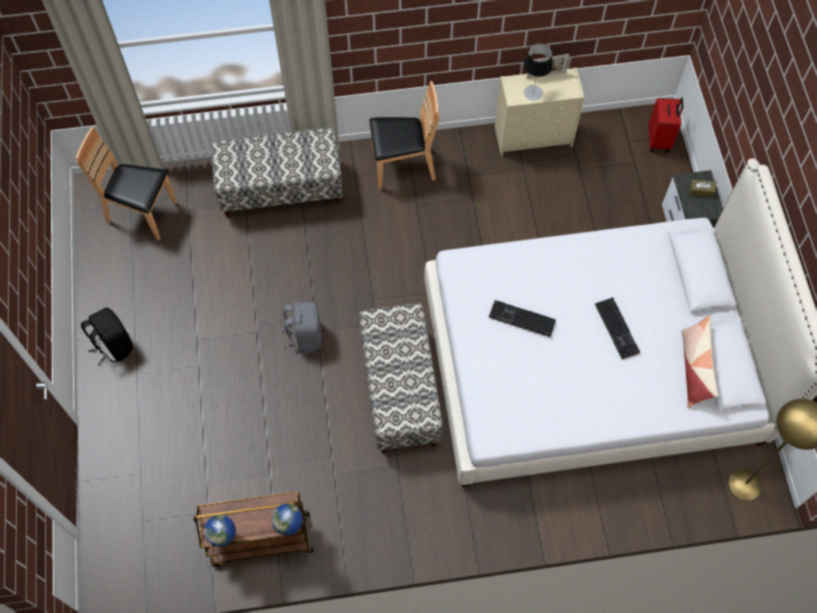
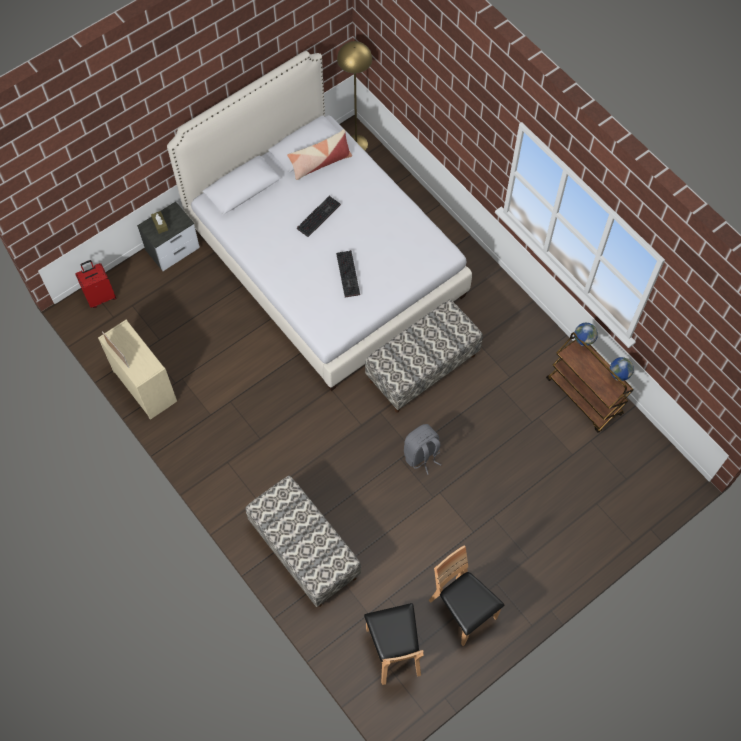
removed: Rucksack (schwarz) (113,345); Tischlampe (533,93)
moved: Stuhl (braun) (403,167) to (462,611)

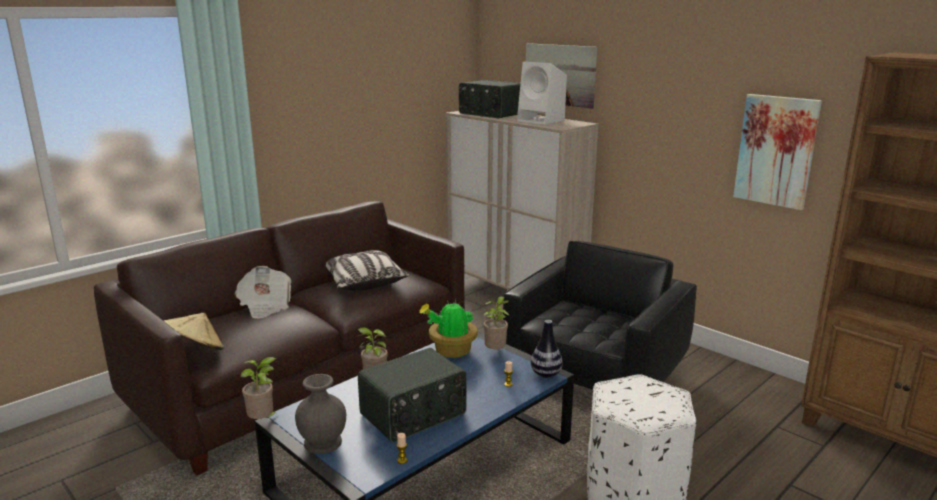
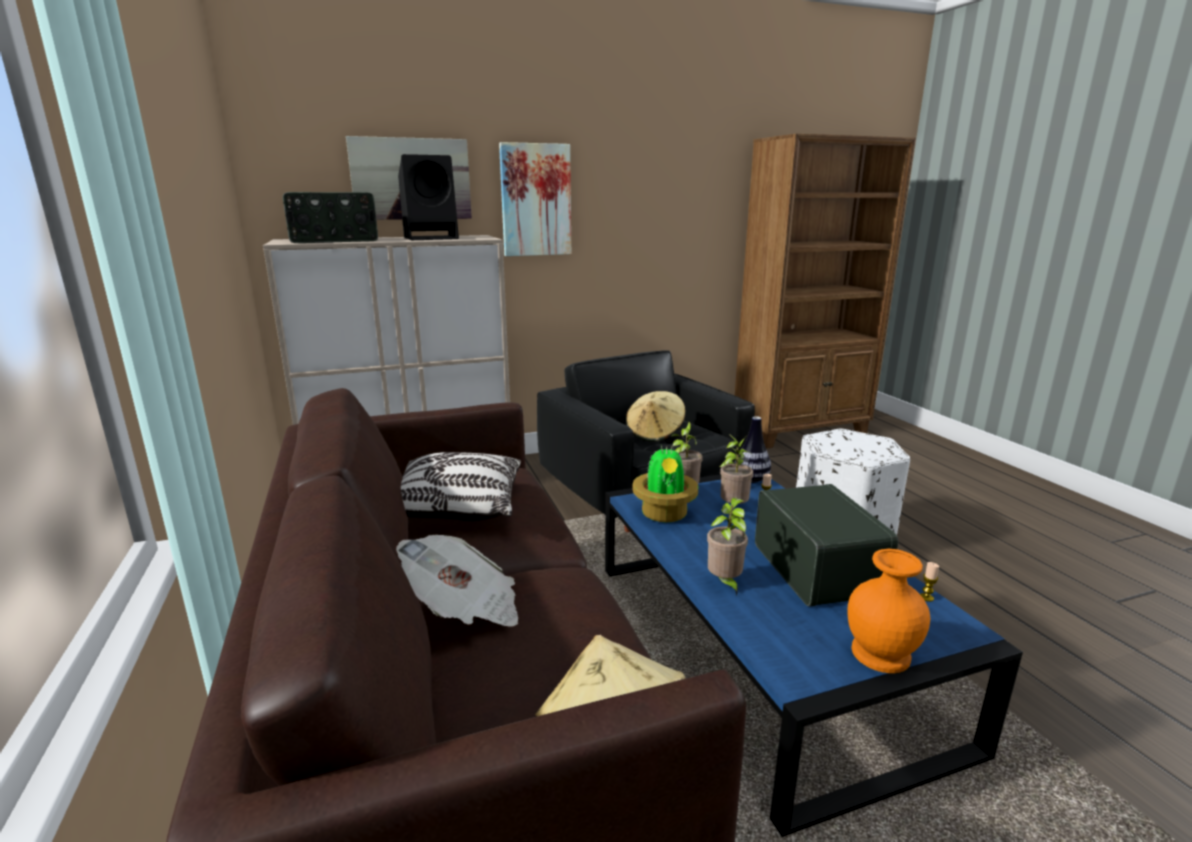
added: Hut (beige) (655,433)
moved: Topfpflanze (263,421) to (733,507); Bild (776,151) to (535,200)
recoloured: Vase (grau) (324,443) to Vase (orange) (881,653); Lautsprecher (weiß) (542,121) to Lautsprecher (schwarz) (432,238)

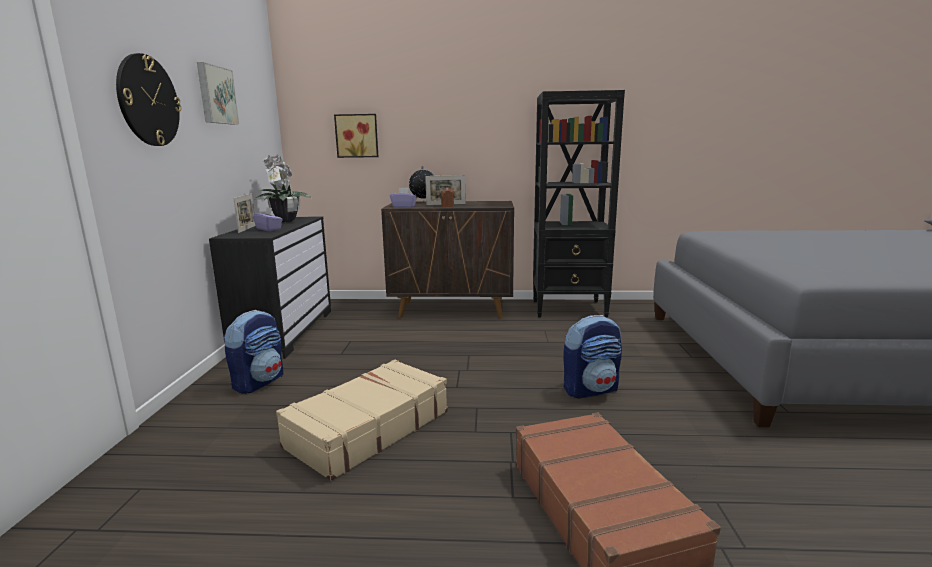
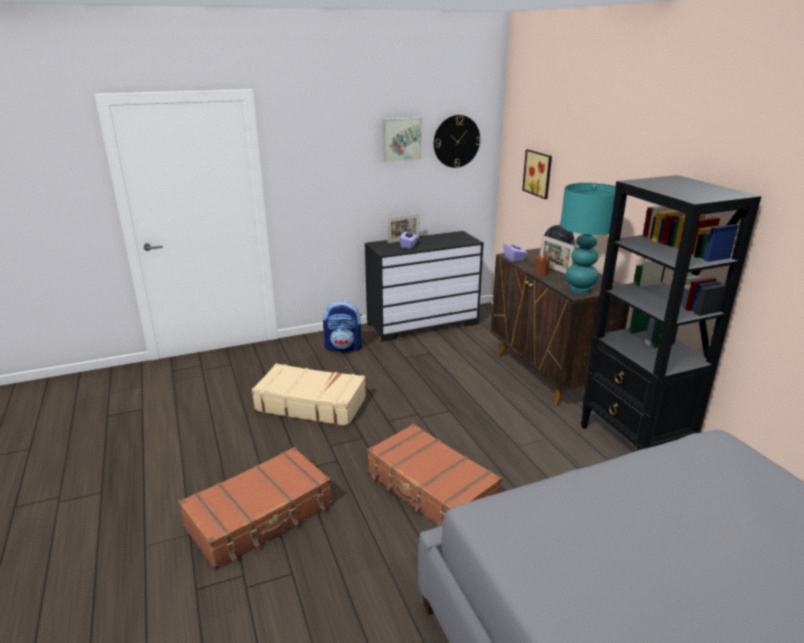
removed: Topfpflanze (285,221)
added: Tischlampe (türkis) (580,289)
moved: Wanduhr (148,101) to (456,141)
replaced: Rucksack (591,389) to Koffer (braun) (431,489)

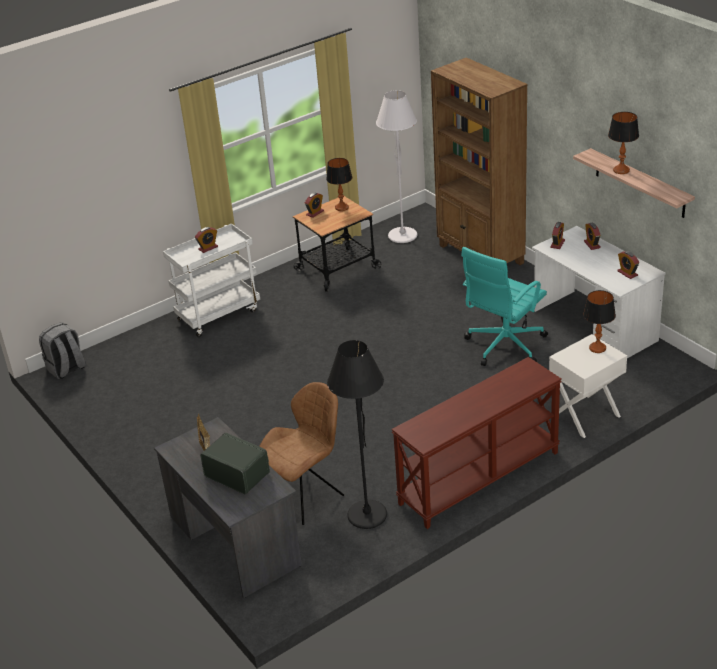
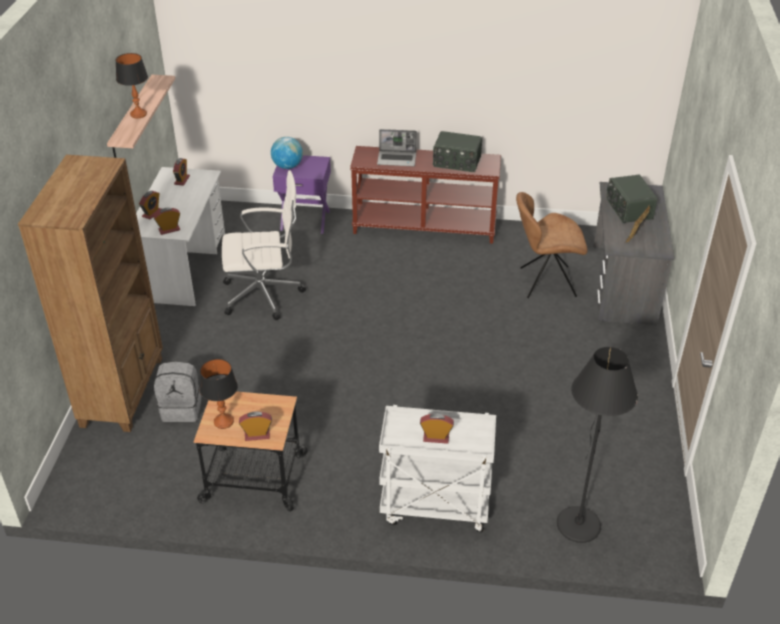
removed: Stehlampe (weiß) (402,236)
added: Laptop (397,159); Radio (456,162)
moved: Rucksack (grau) (67,369) to (182,409); Stehlampe (schwarz) (367,515) to (578,525)
replaced: Tischlampe (597,348) to Globus (287,166)
recoloured: Bürostuhl (türkis) (504,346) to Bürostuhl (weiß) (265,295); Nachttisch (weiß) (586,416) to Nachttisch (lila) (305,220)

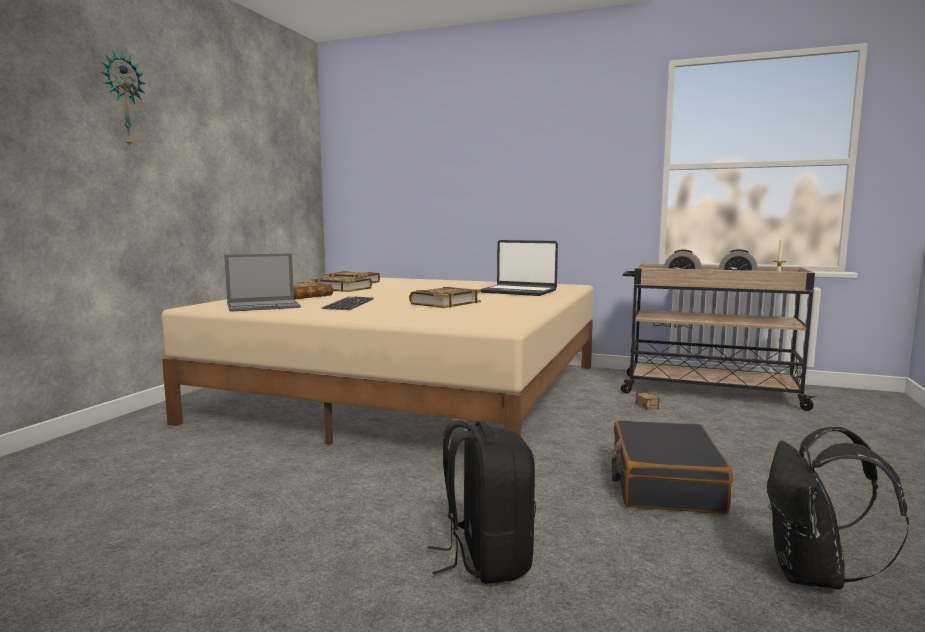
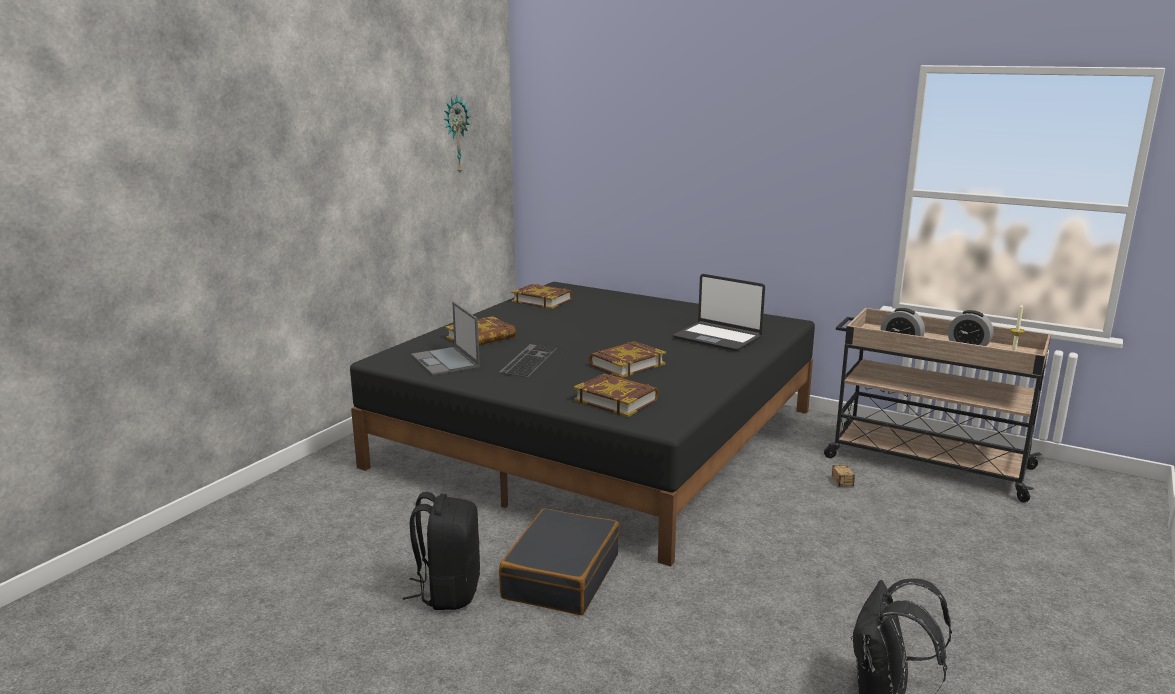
moved: Wanduhr (122,100) to (455,135); Buch (342,288) to (616,400); Rucksack (schwarz) (486,559) to (448,591); Koffer (schwarz) (664,483) to (560,576)
recoloured: Bett (beige) (414,391) to Bett (schwarz) (599,438)
turned: Laptop (264,306) = (445,361) 75 degrees clockwise

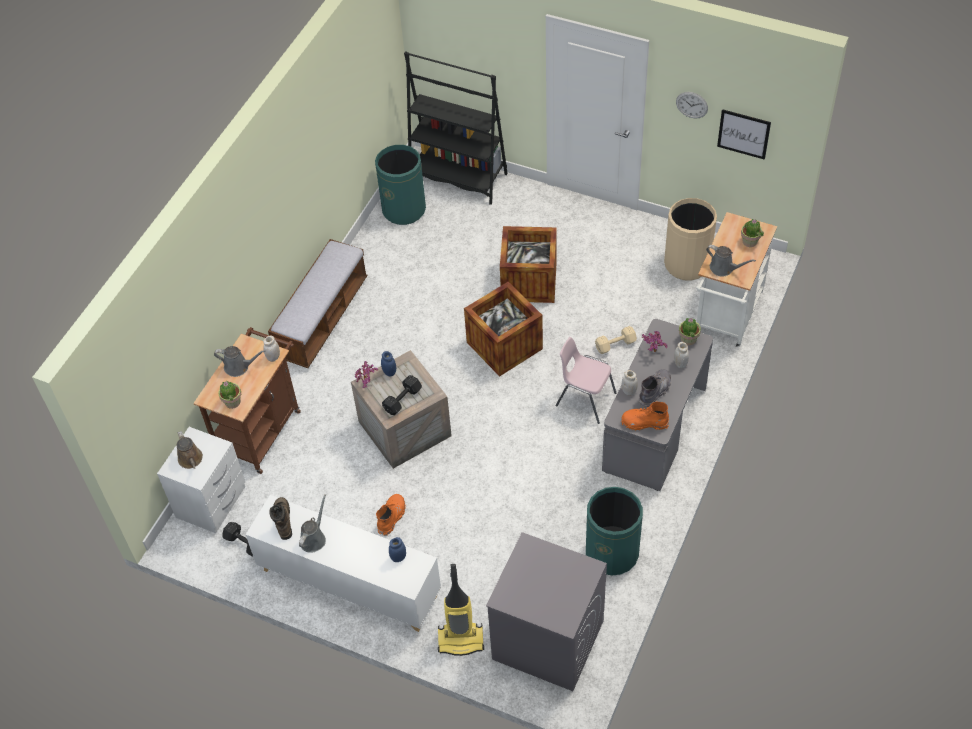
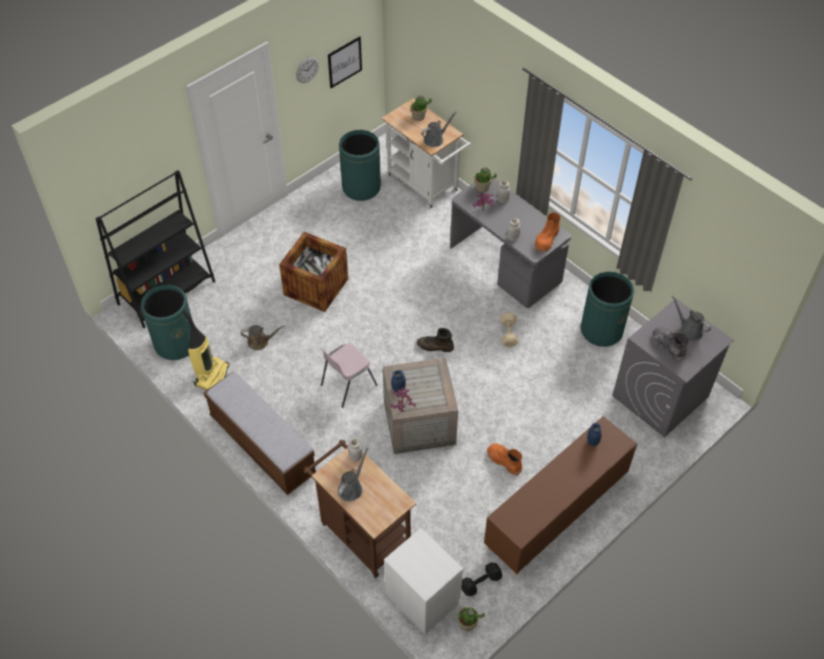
removed: Hantel (schwarz) (403,399); Kiste (504,345)
moved: Gießkanne (braun) (191,460) to (260,342); Topfpflanze (232,402) to (467,624); Stiefel (braun) (282,520) to (435,346); Gießkanne (grau) (314,538) to (689,330); Staubsauger (461,639) to (211,375); Stuhl (rosa) (585,399) to (347,385); Hantel (beige) (616,345) to (508,333); Stiefel (grau) (655,391) to (668,346)
recoloured: Schrank (weiß) (349,583) to Schrank (braun) (555,513); Mülleimer (beige) (687,264) to Mülleimer (grün) (361,187)

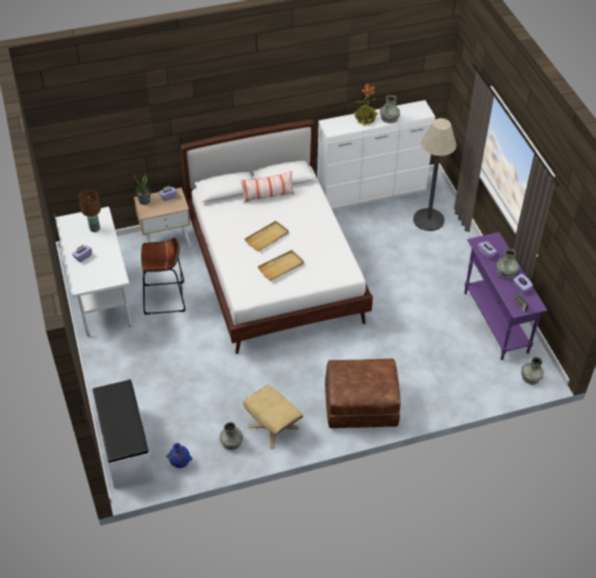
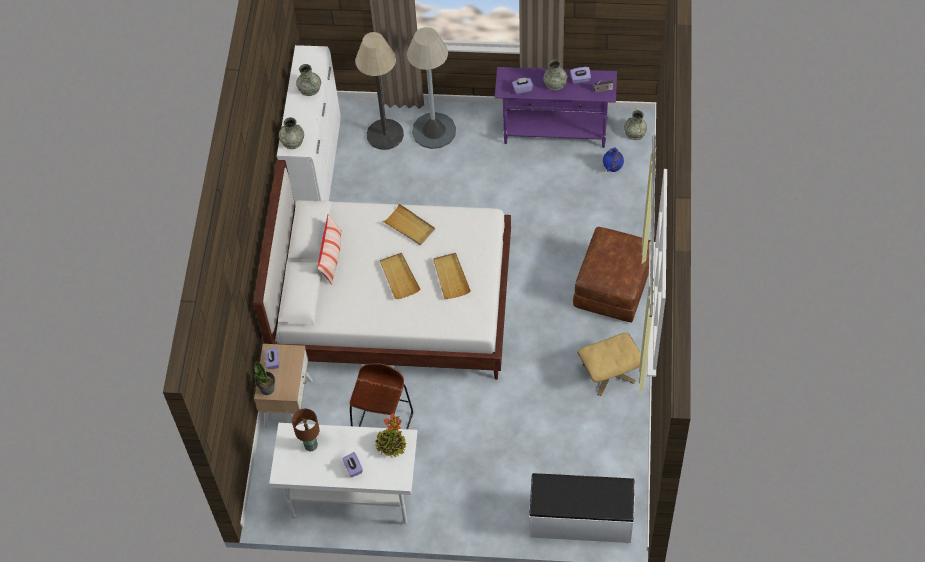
added: Tablett (beige) (409,226); Stehlampe (grau) (433,131)
moved: Vase (blau) (180,463) to (612,168); Vase (grau) (231,442) to (292,141); Topfpflanze (365,119) to (391,445)

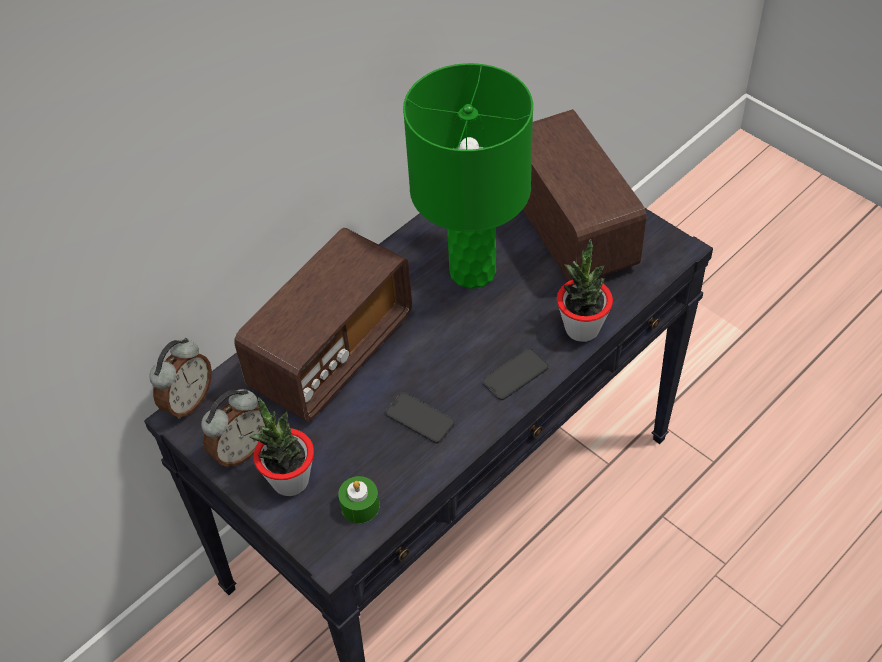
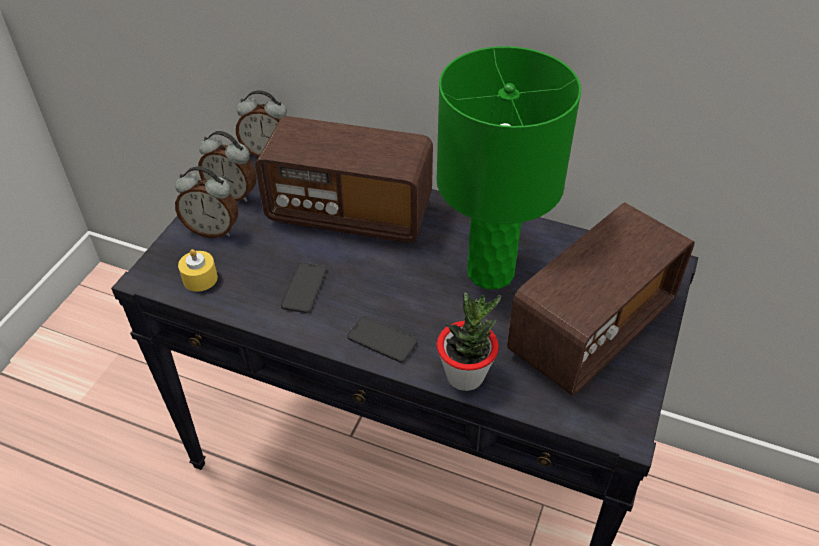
replaced: Topfpflanze (290,480) to Wecker (213,230)
recoloured: Kerze (grün) (360,506) to Kerze (gelb) (200,278)

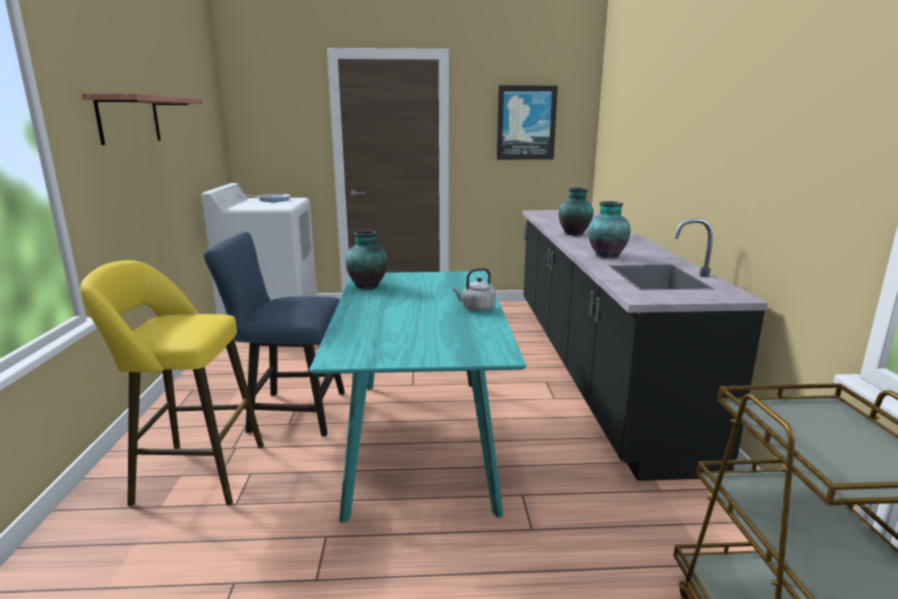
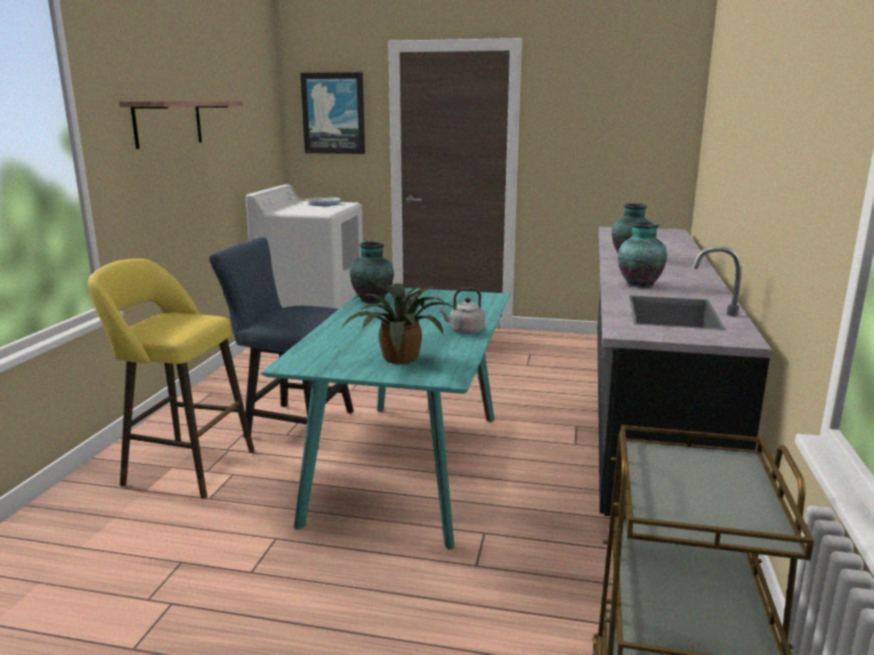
added: Topfpflanze (402,359)
moved: Bild (526,123) to (333,113)

